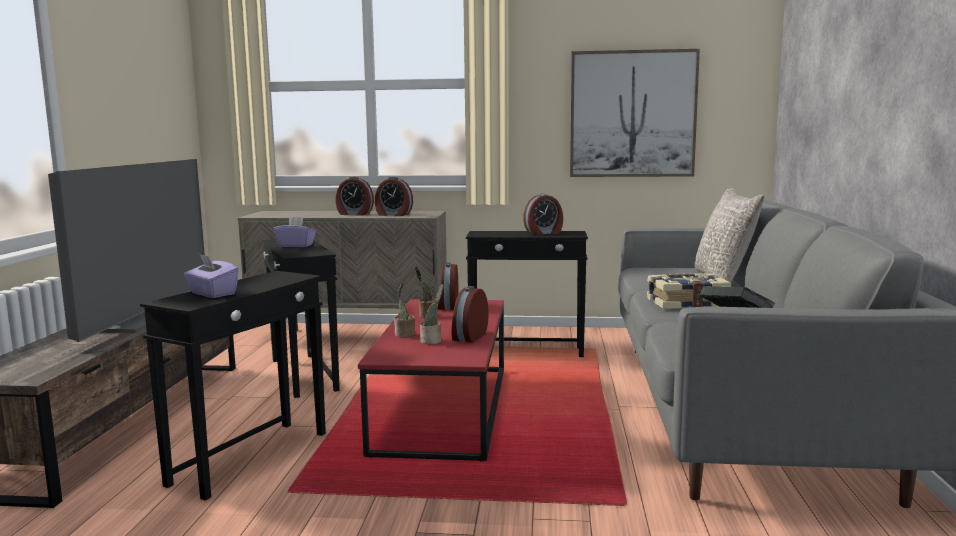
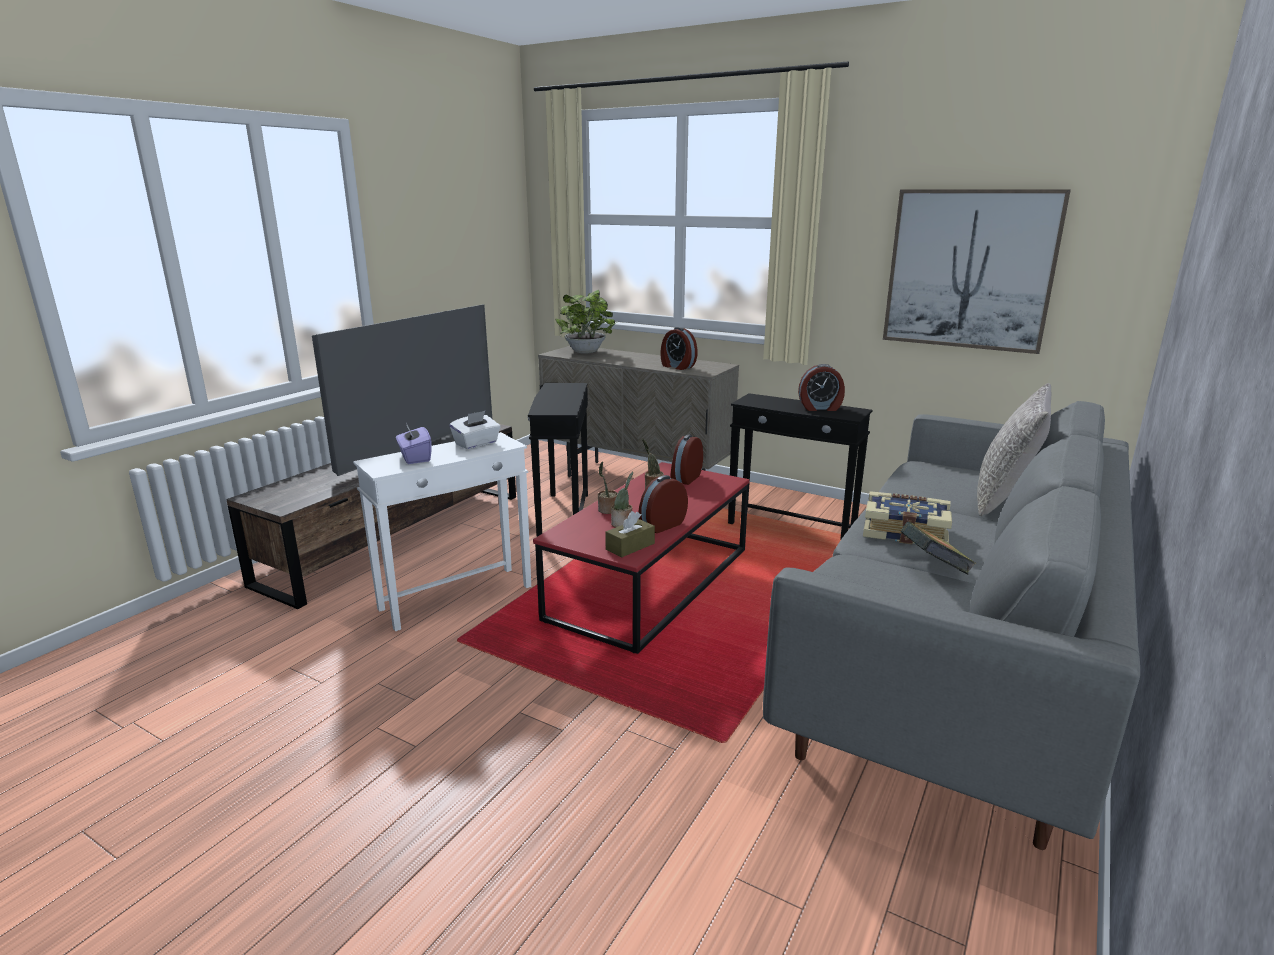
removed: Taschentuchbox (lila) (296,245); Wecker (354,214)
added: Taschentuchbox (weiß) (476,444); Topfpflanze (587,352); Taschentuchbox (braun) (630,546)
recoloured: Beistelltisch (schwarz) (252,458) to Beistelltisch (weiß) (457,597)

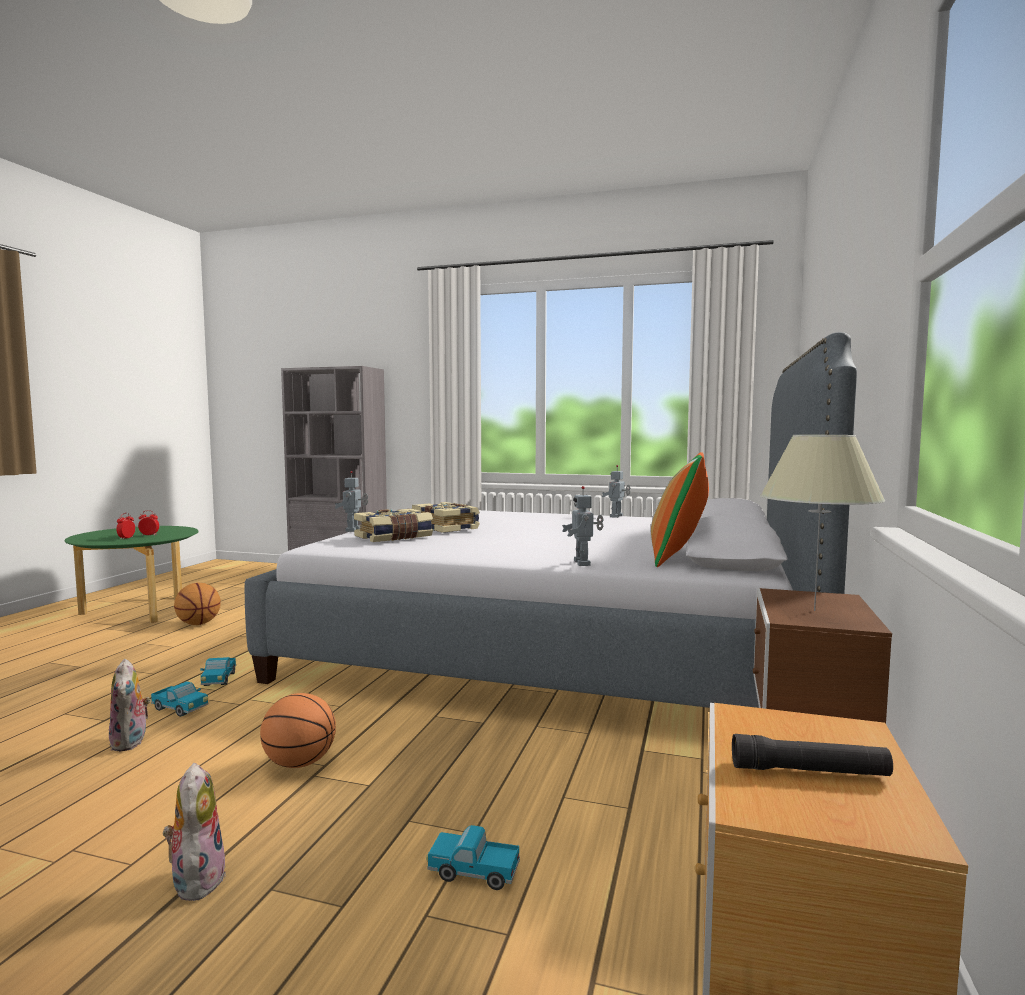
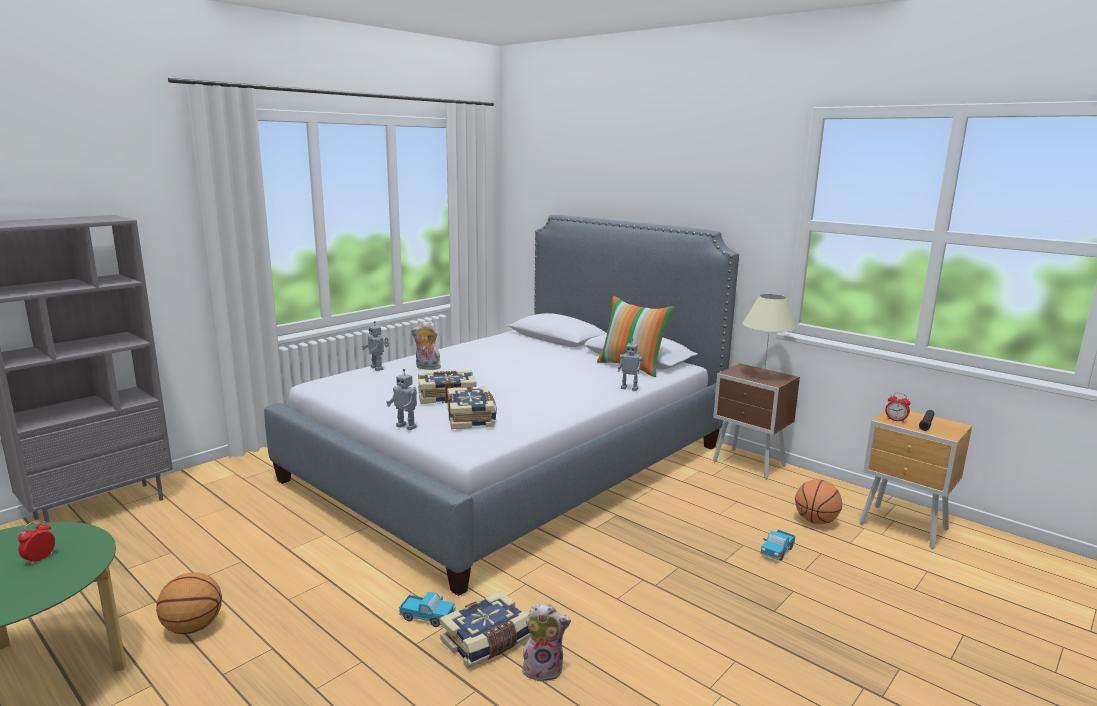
moved: Wecker (126,538) to (895,420); Plüschtier (196,879) to (426,368); Basketball (299,763) to (815,521); Spielzeugroboter (617,516) to (378,368)
replaced: Spielzeuglaster (180,709) to Buch (487,642)

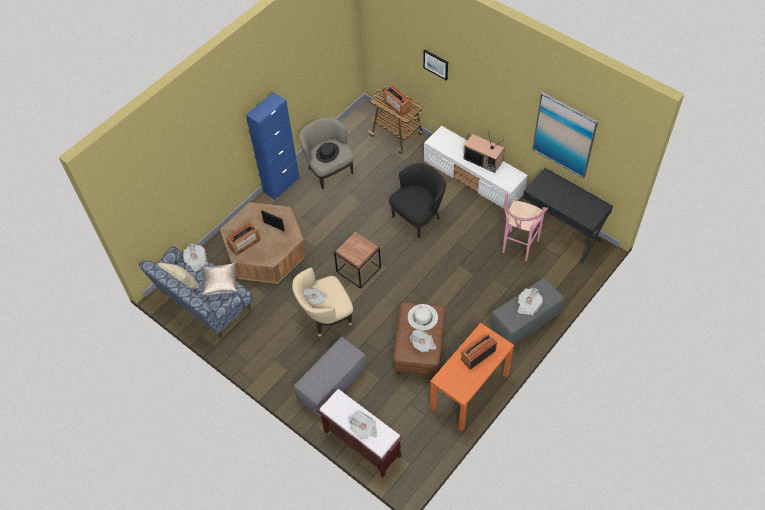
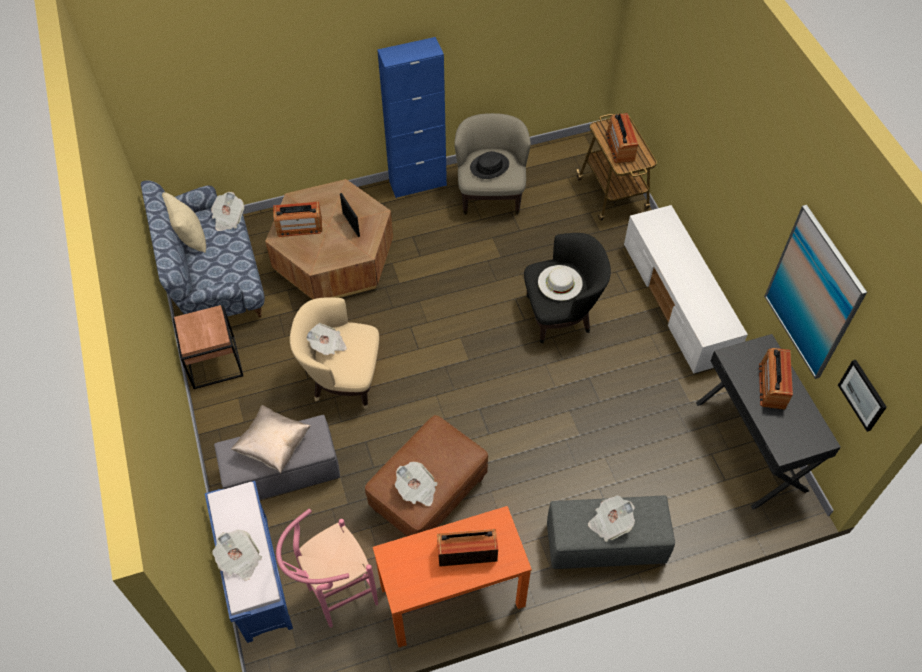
removed: Fernseher (483,160)
added: Radio (772,385)
moved: Kissen (beige) (221,284) to (274,446); Beistelltisch (braun) (358,270) to (213,362); Hut (weiß) (422,317) to (560,282); Bild (436,64) to (863,395); Hocker (rosa) (518,249) to (336,598)
recoloured: Bank (braun) (361,443) to Bank (blau) (256,577)

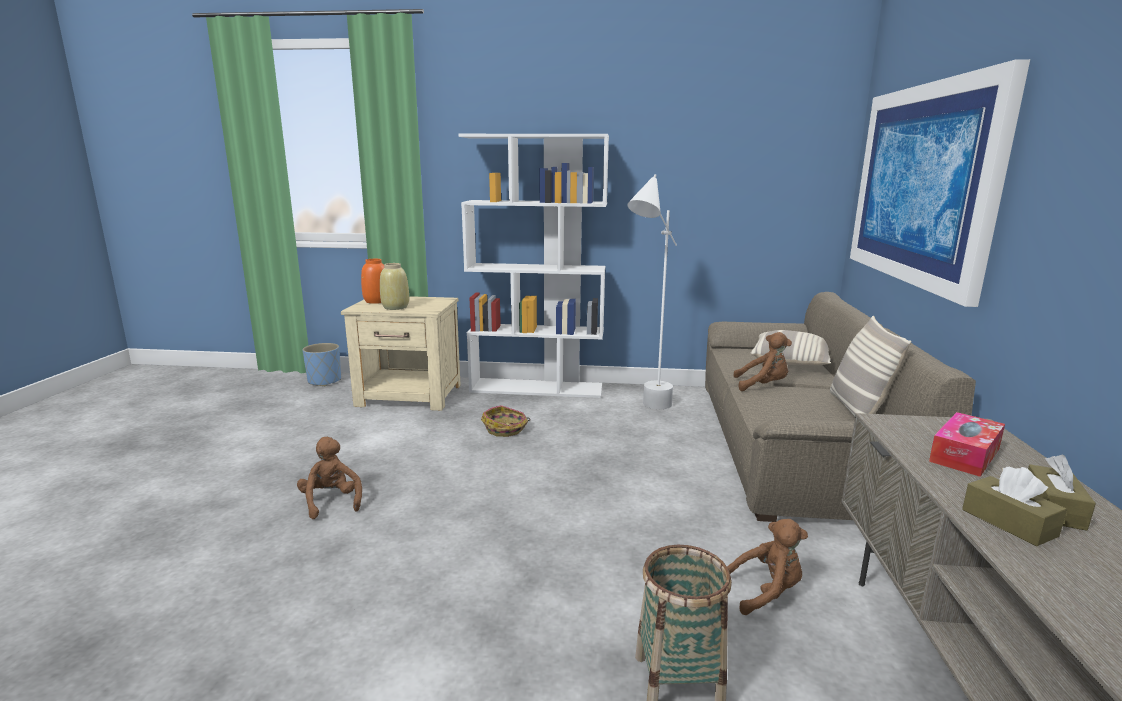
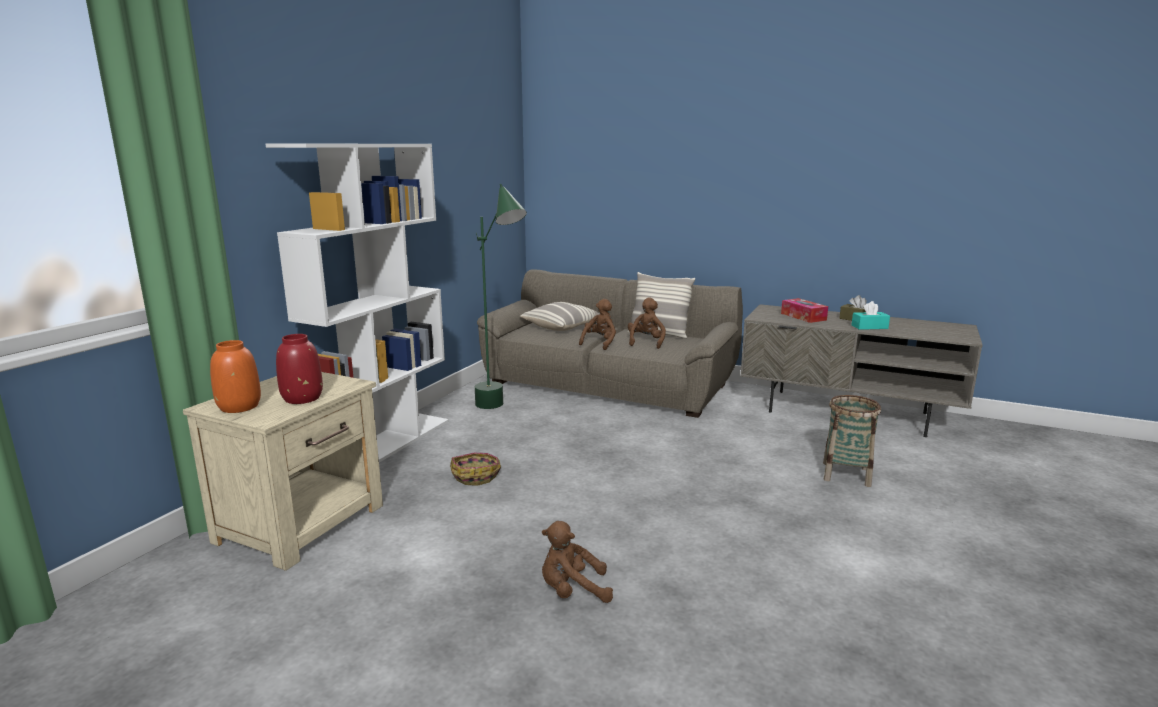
removed: Pflanzkübel (blau) (324,381); Bild (922,184)
moved: Plüschtier (braun) (765,592) to (646,342)
recoloured: Vase (beige) (396,307) to Vase (rot) (302,398); Stehlampe (weiß) (647,411) to Stehlampe (grün) (502,410); Taschentuchbox (braun) (1008,523) to Taschentuchbox (türkis) (869,327)

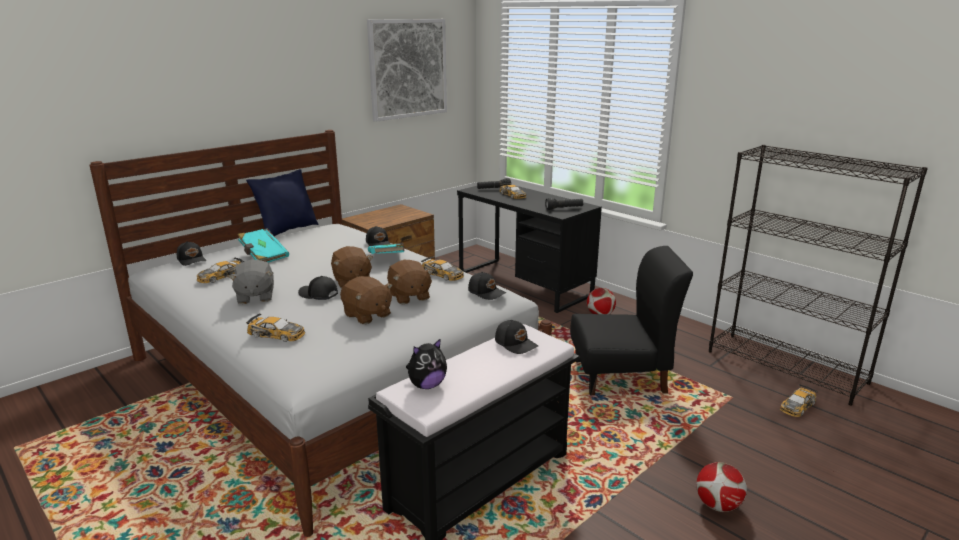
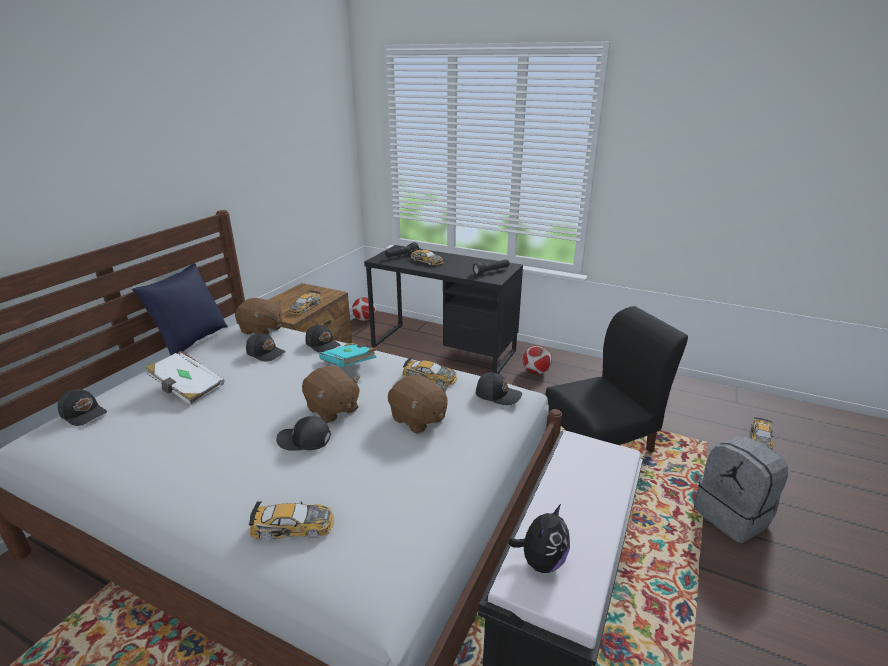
removed: Plüschtier (grau) (255,297); Bild (408,68); Bücherregal (schwarz) (786,367)
added: Rucksack (grau) (733,516)
moved: Spielzeugauto (221,276) to (305,307); Plüschtier (braun) (367,315) to (261,330); Kappe (schwarz) (516,344) to (266,353); Fußball (717,505) to (364,319)
recoloured: Buch (türkis) (263,256) to Buch (weiß) (187,389)

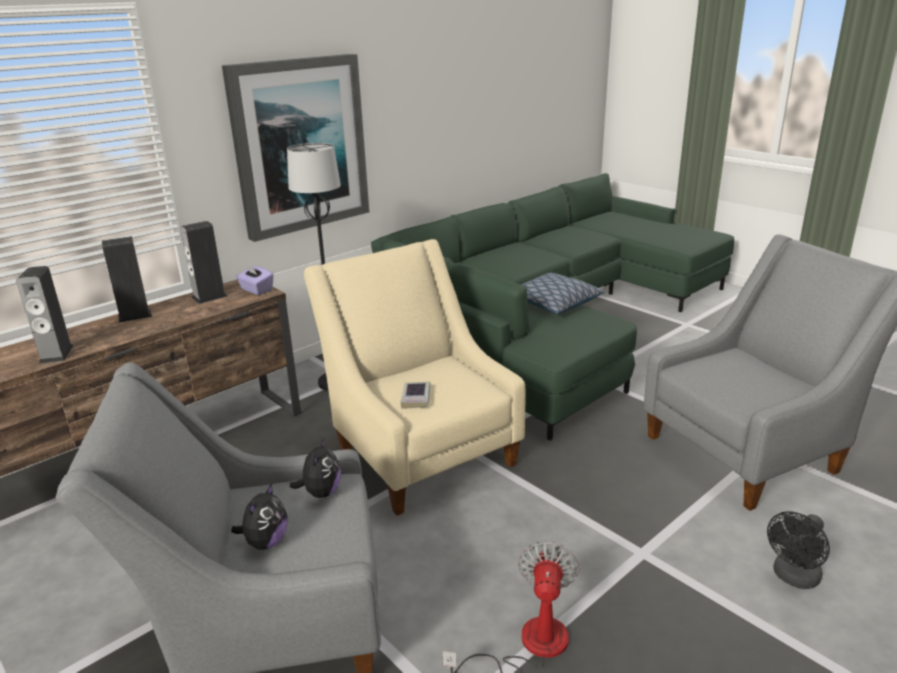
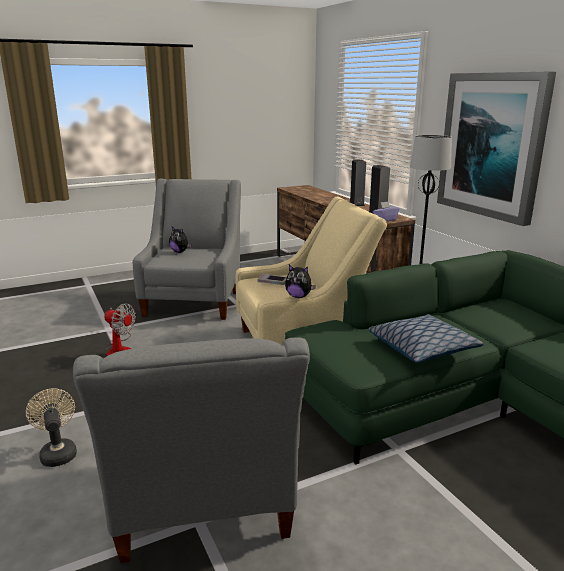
removed: Lautsprecher (56,354)
moved: Plüschtier (321,492) to (298,296)
recoloured: Ventilator (schwarz) (793,578) to Ventilator (beige) (57,452)

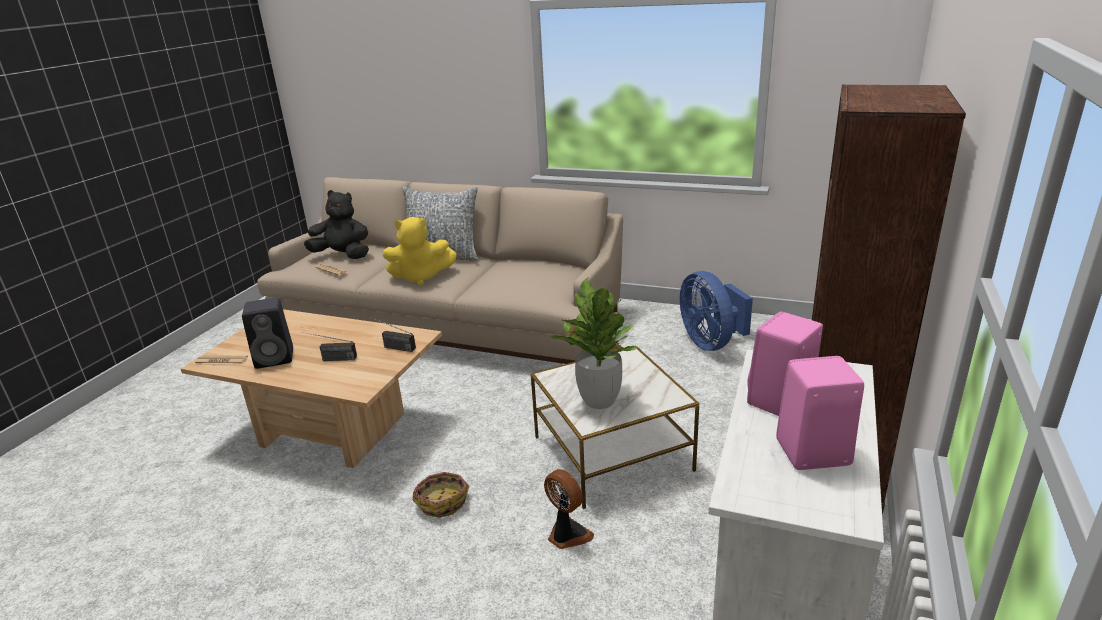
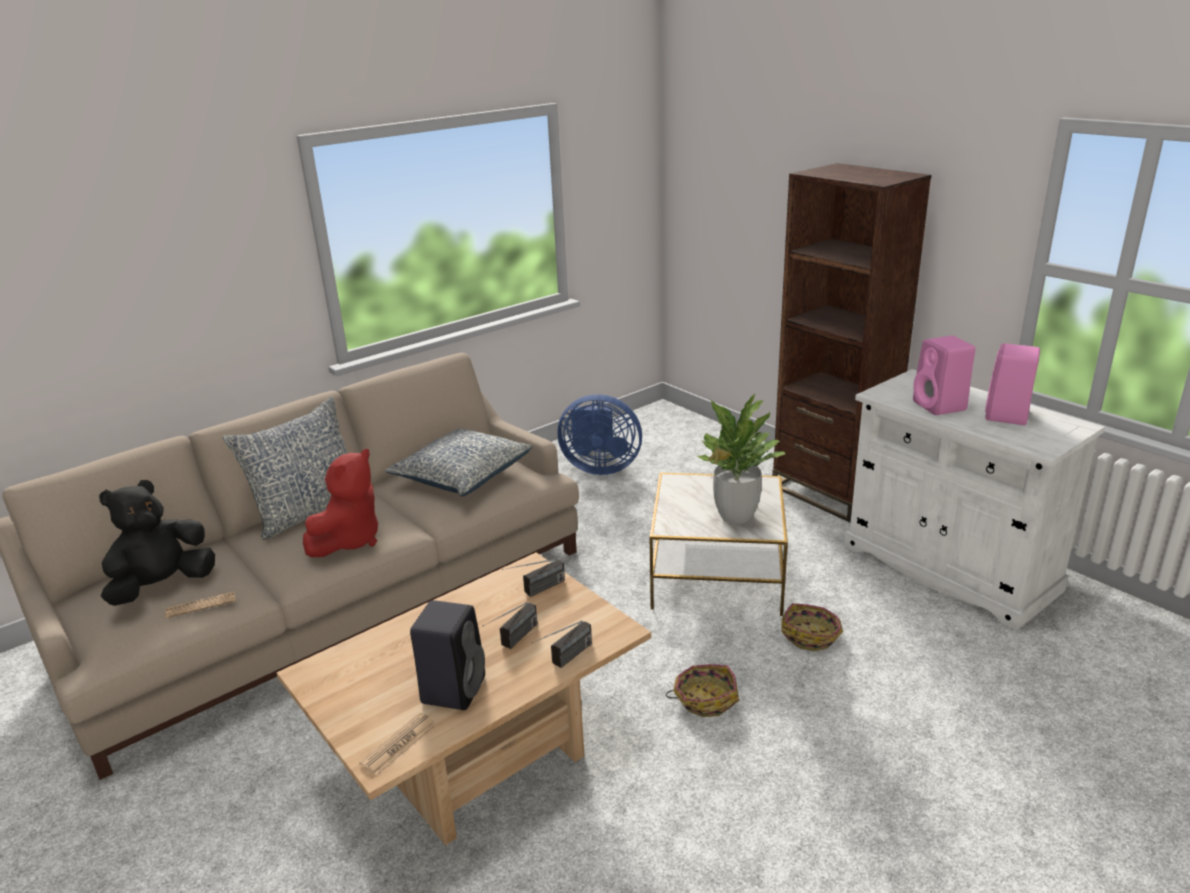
added: Kissen (462,475); Radio (564,660)
replaced: Ventilator (567,535) to Korb (811,635)
recoloured: Plüschtier (gelb) (421,277) to Plüschtier (rot) (349,540)

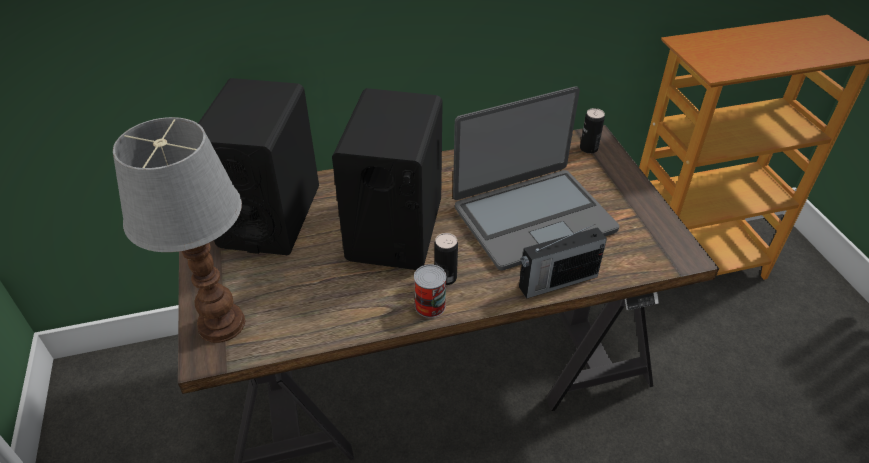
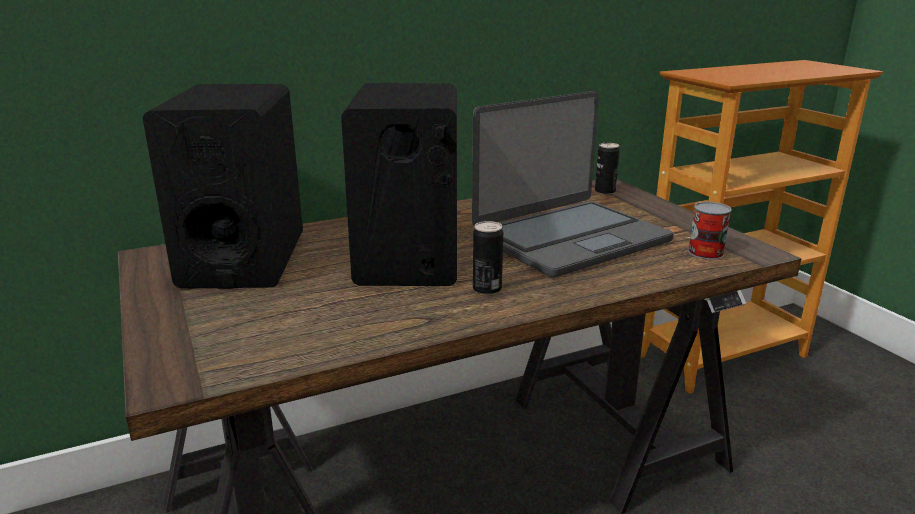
removed: Tischlampe (222,325); Radio (556,282)
moved: Dose (430,305) to (705,252)

